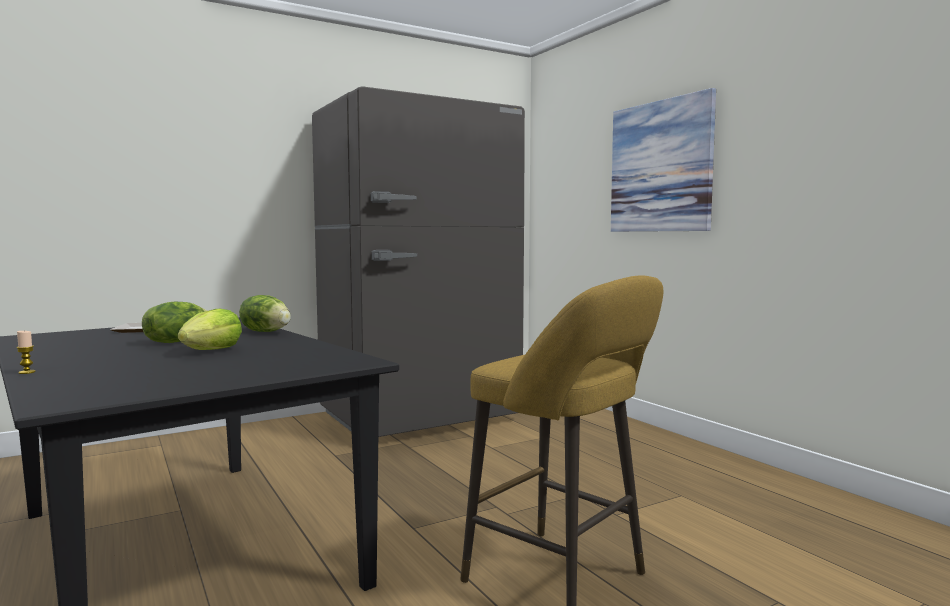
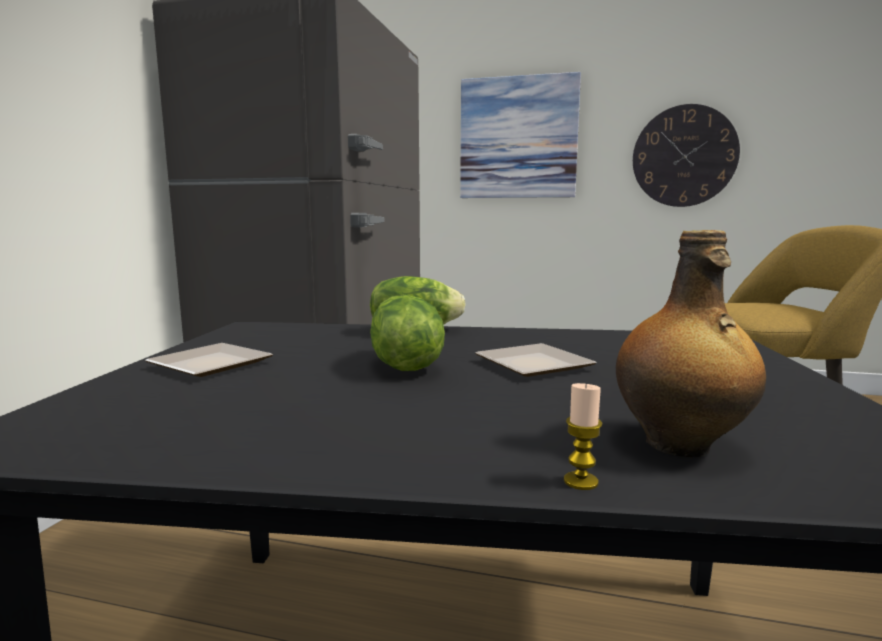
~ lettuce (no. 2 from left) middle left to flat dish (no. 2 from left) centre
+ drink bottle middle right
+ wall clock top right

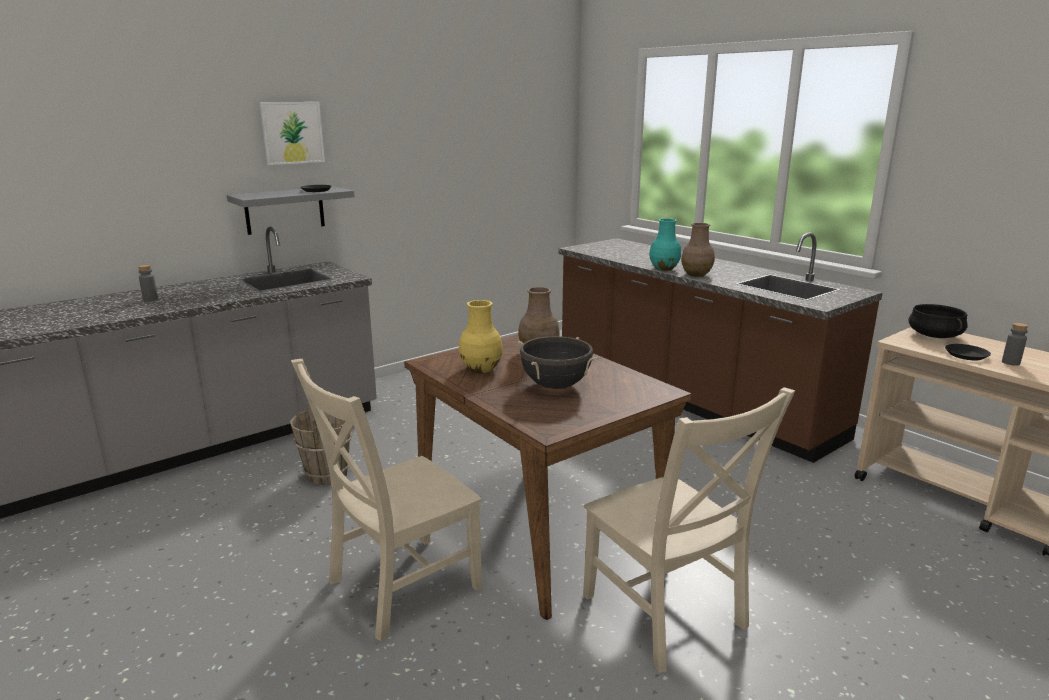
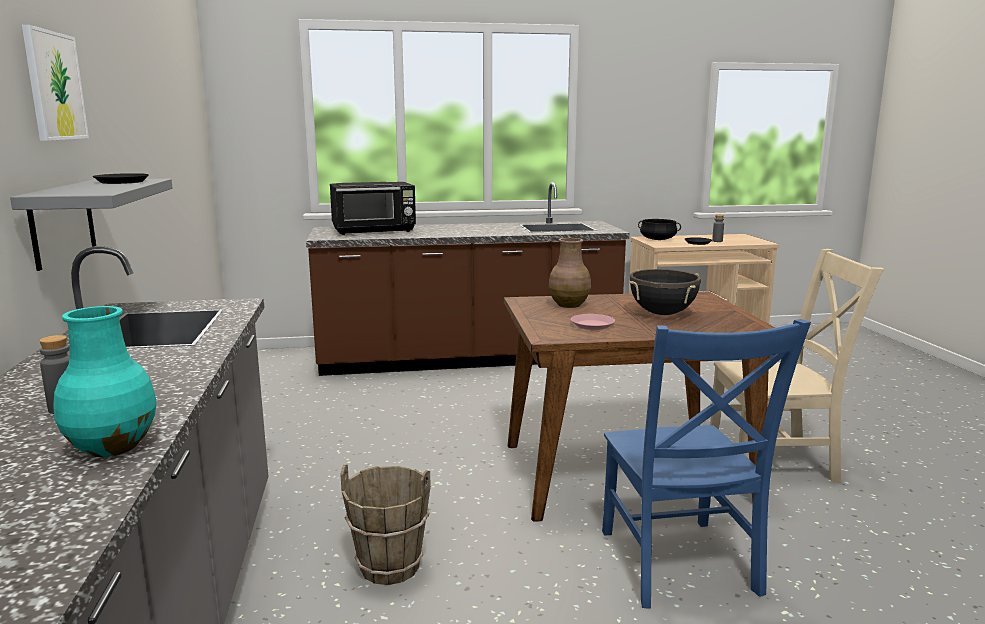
~ beige-coloured plain chair (no. 1 from left) bottom centre to blue plain chair bottom right
~ yellow-coloured decorative vase centre to pink-coloured flat dish centre
~ turquoise decorative vase centre to middle left
- brown-coloured decorative vase (no. 2 from left) centre
+ black kitchen microwave centre

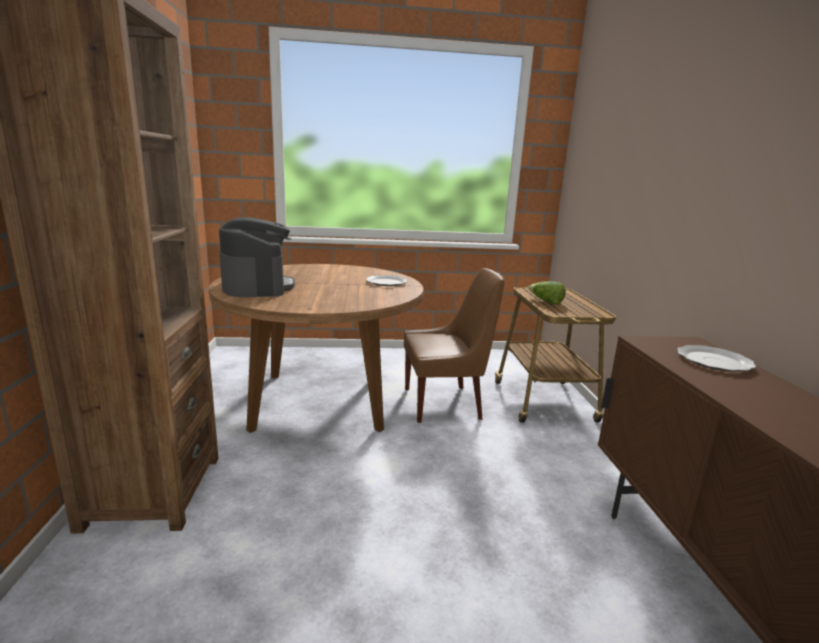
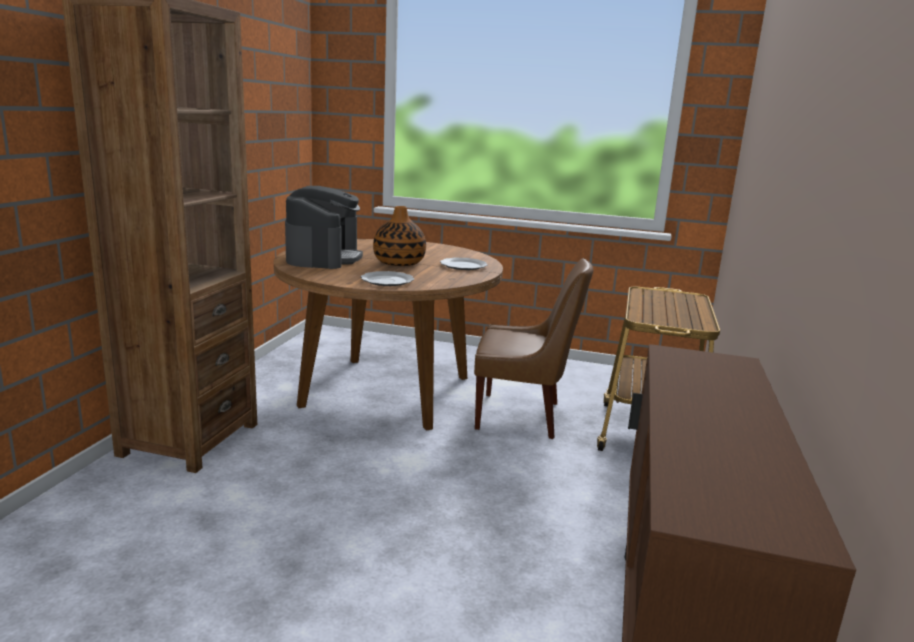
- lettuce middle right
~ flat dish (no. 2 from left in the first image) middle right to flat dish (no. 1 from left) centre
+ decorative vase centre

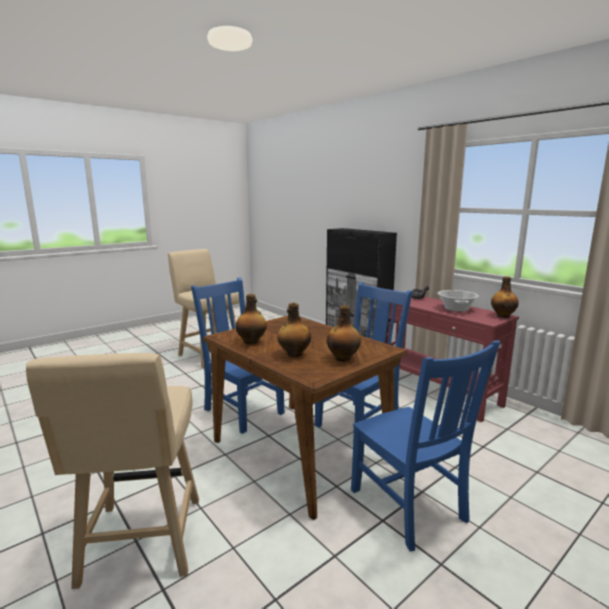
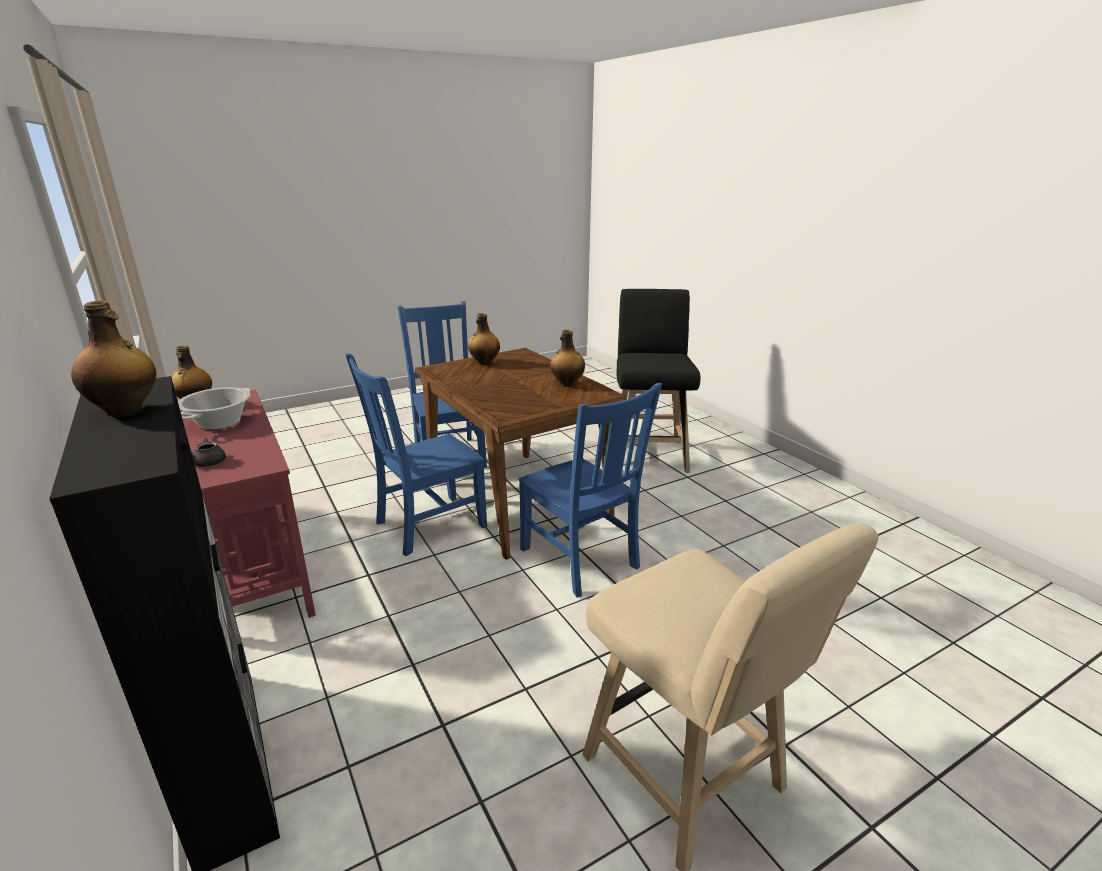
~ beige-coloured sitting stool (no. 1 from left) bottom left to black sitting stool centre
~ drink bottle (no. 2 from left in the first image) centre to drink bottle (no. 1 from left) middle left

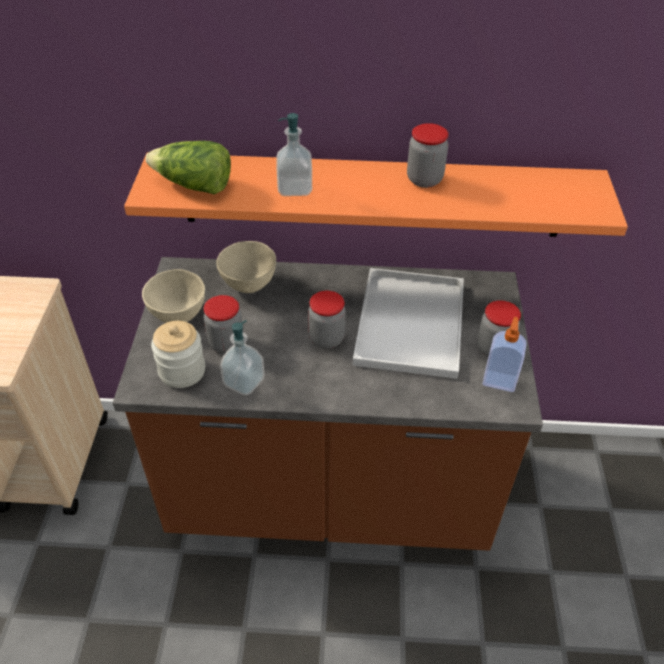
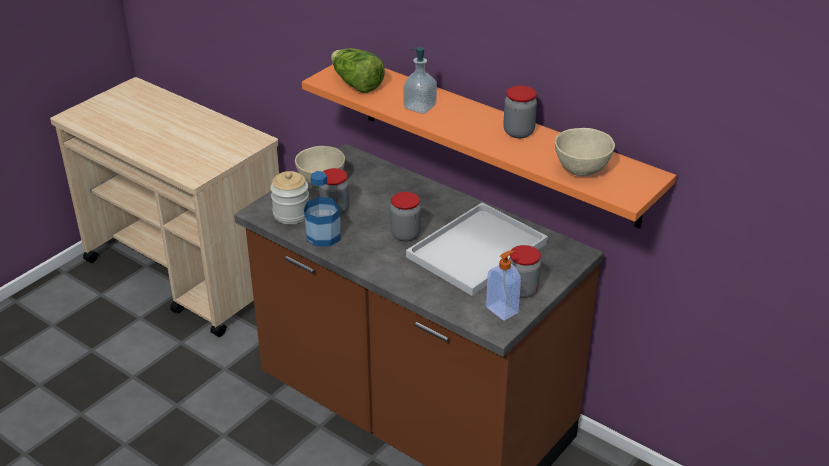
~ beige-coloured deep dish (no. 2 from left) centre to top right
~ liquid soap bottle (no. 1 from left) centre to drink bottle centre

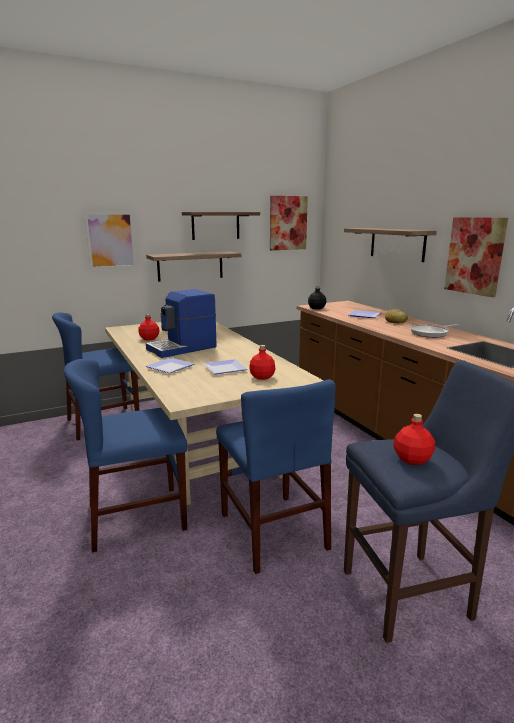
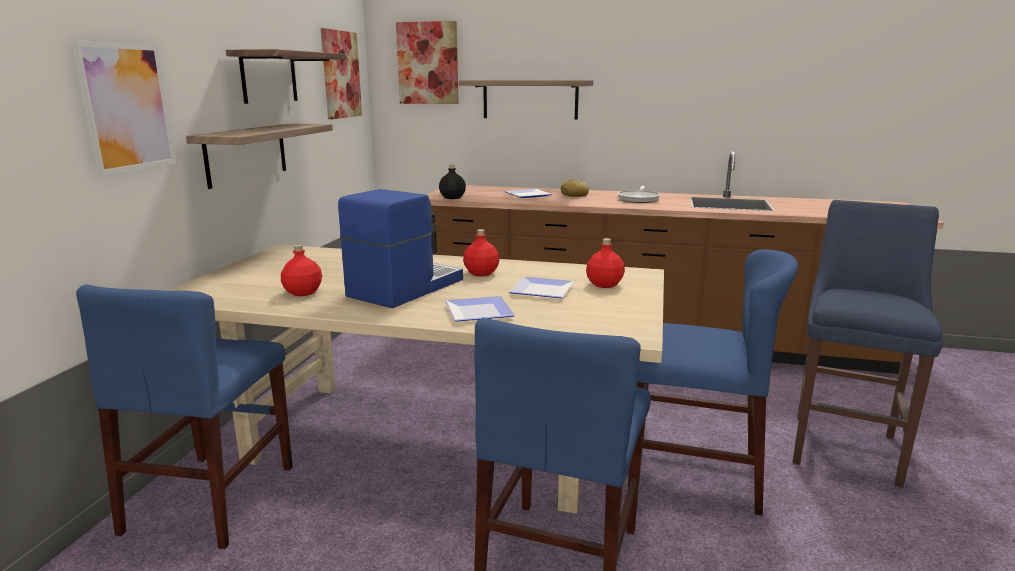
~ coffee brewer centre = centre 150 degrees counterclockwise
~ reddish drink bottle (no. 3 from left in the first image) middle right to reddish drink bottle (no. 2 from left) centre
~ wall picture (no. 3 from left) middle right to top centre

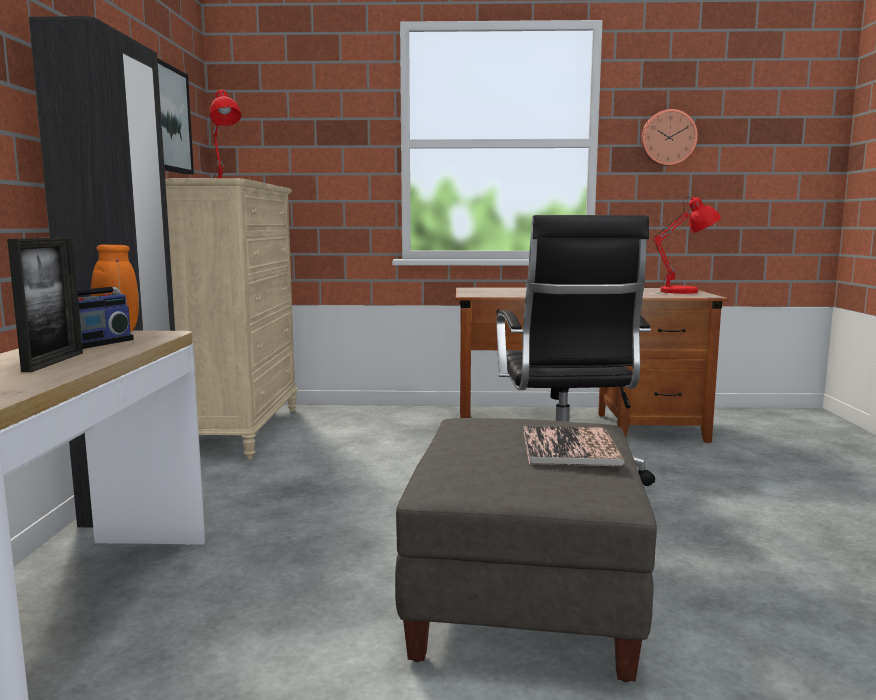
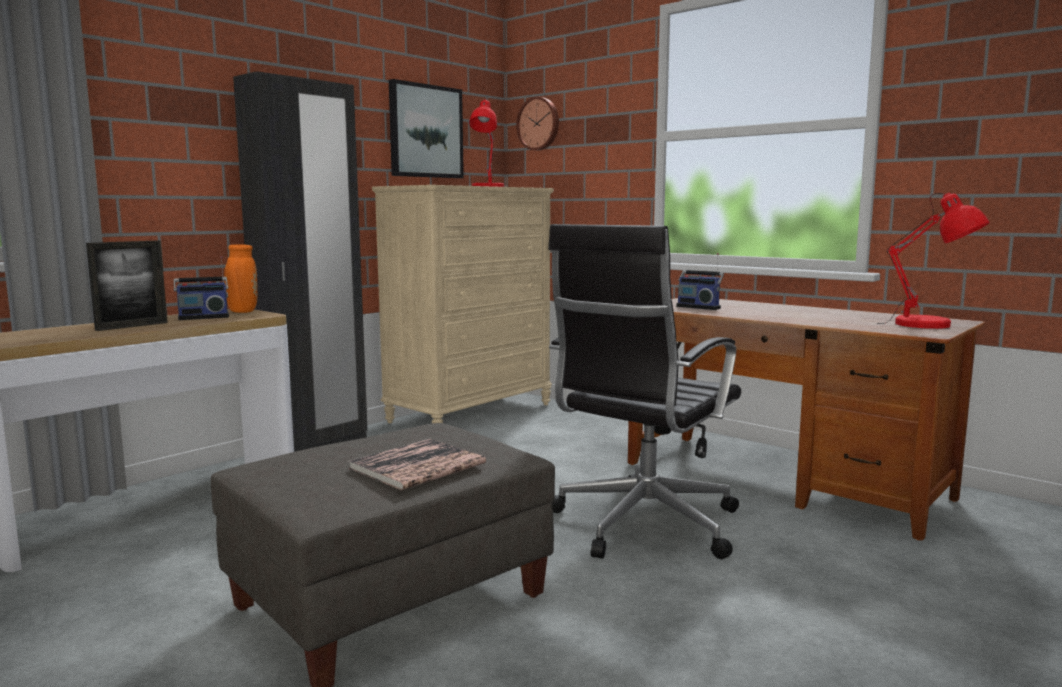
~ wall clock top right to top centre
+ radio set (no. 2 from left) centre

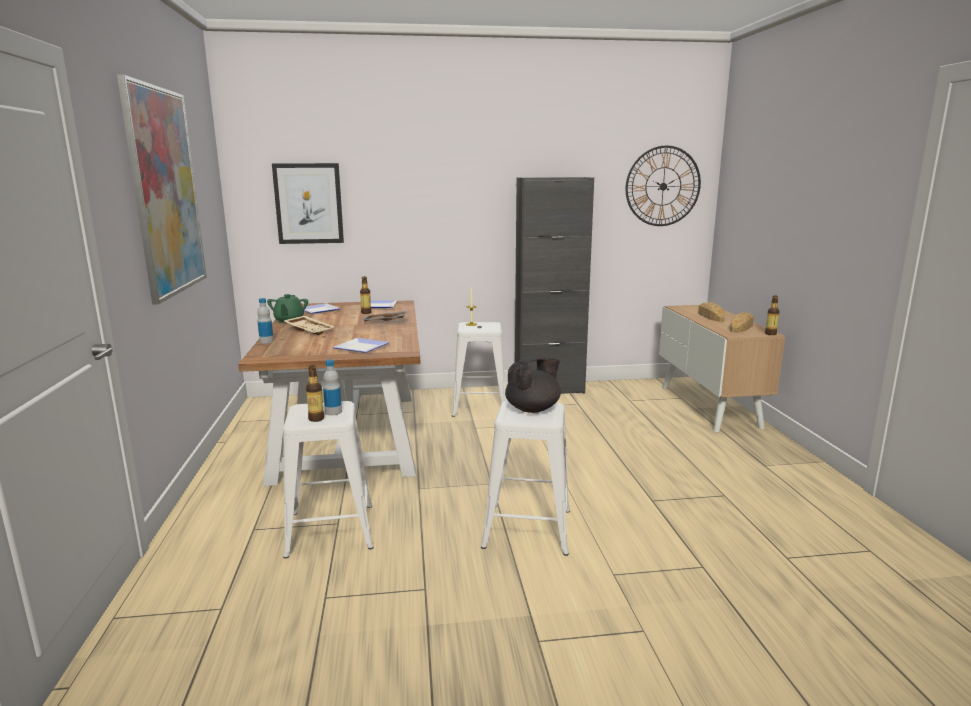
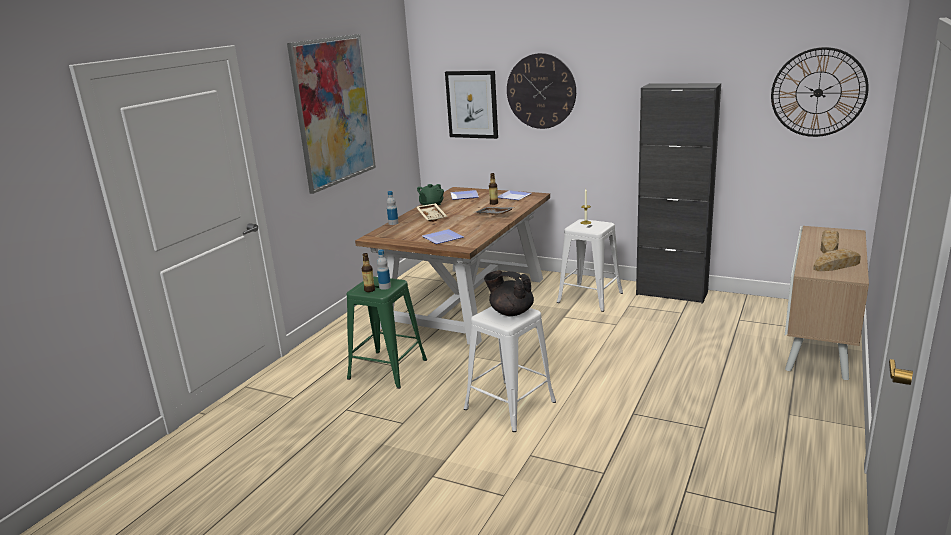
~ white-coloured sitting stool (no. 1 from left) bottom centre to green-coloured sitting stool centre
~ black teapot centre = centre 150 degrees counterclockwise
- drink bottle (no. 5 from left) middle right
+ wall clock (no. 1 from left) top centre

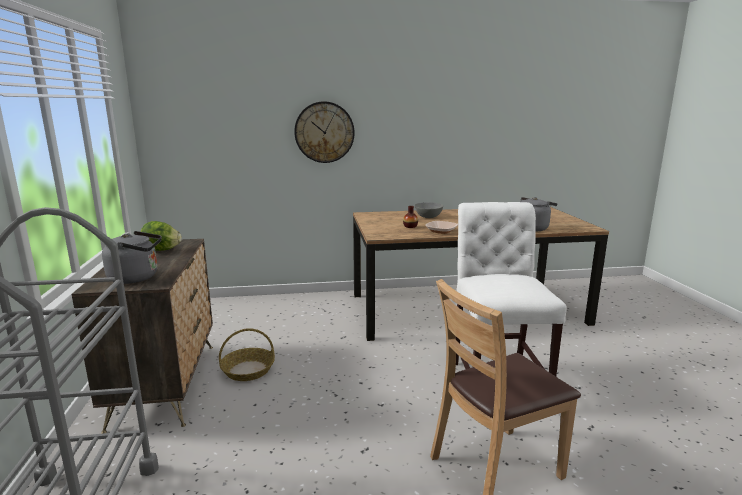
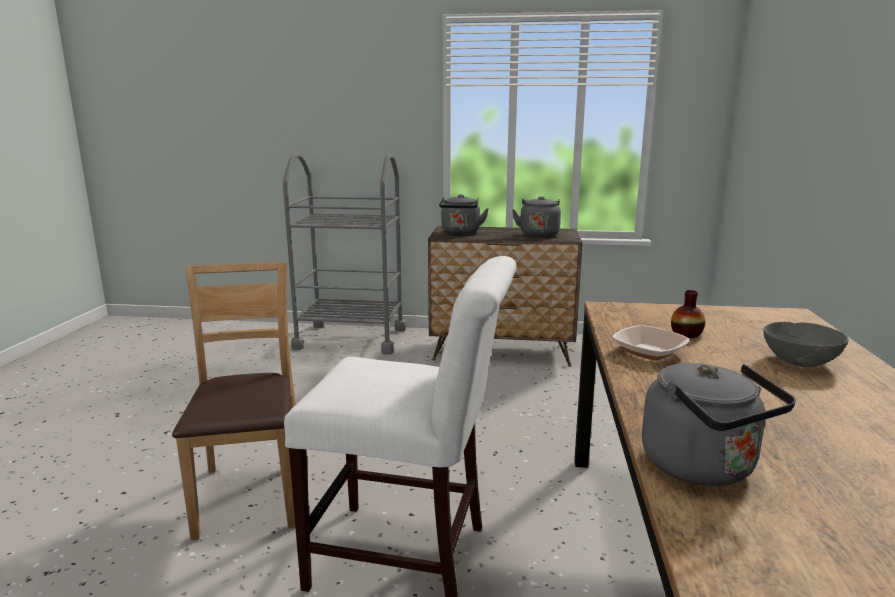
~ lettuce middle left to gray water kettle (no. 2 from left) centre
- basket bottom left
- wall clock top centre

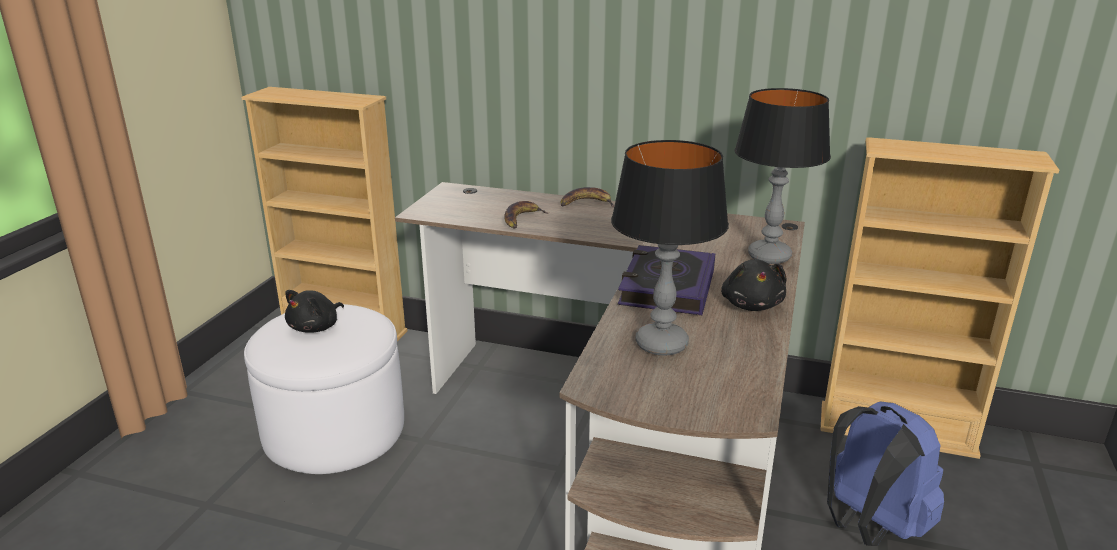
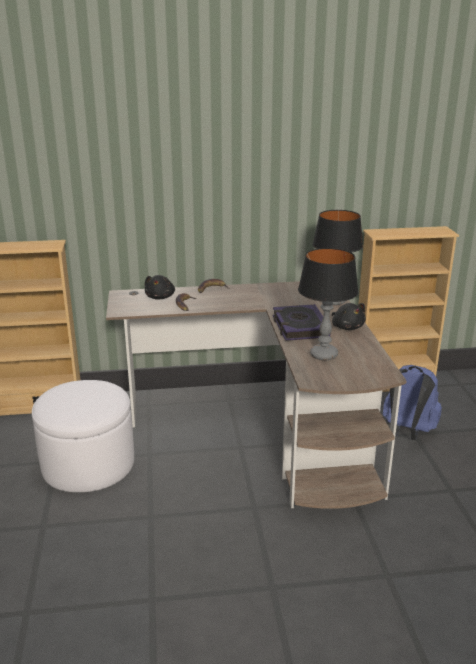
~ black plush toy (no. 1 from left) middle left to centre

